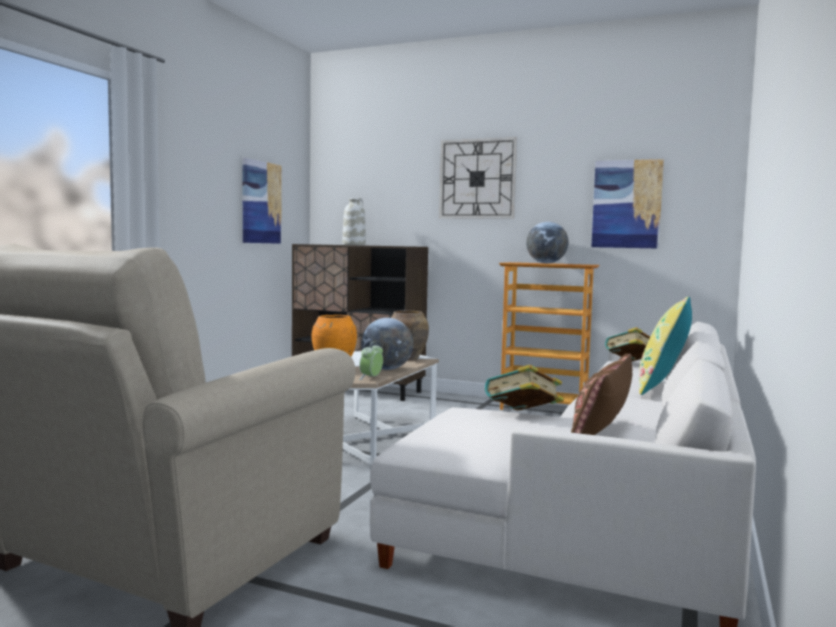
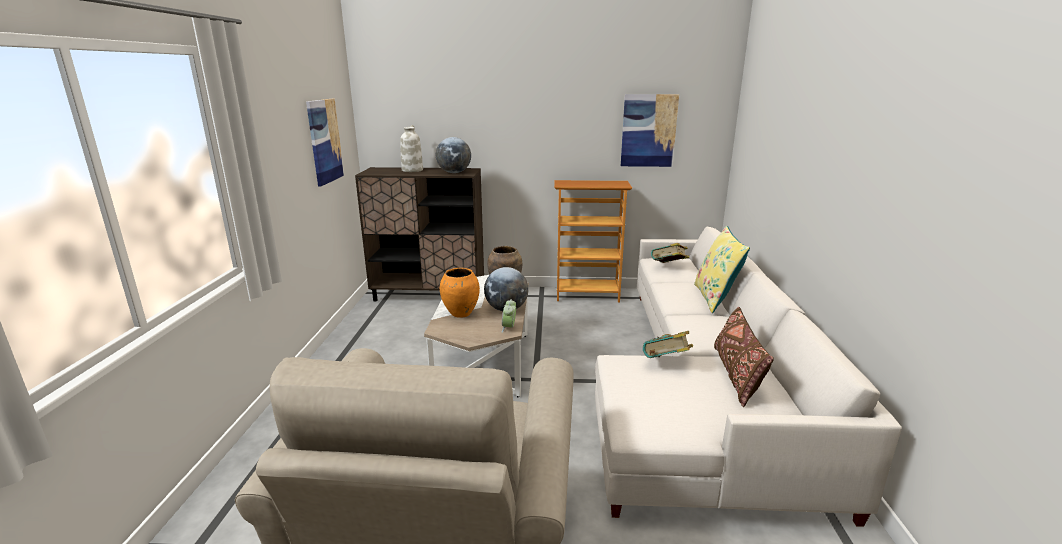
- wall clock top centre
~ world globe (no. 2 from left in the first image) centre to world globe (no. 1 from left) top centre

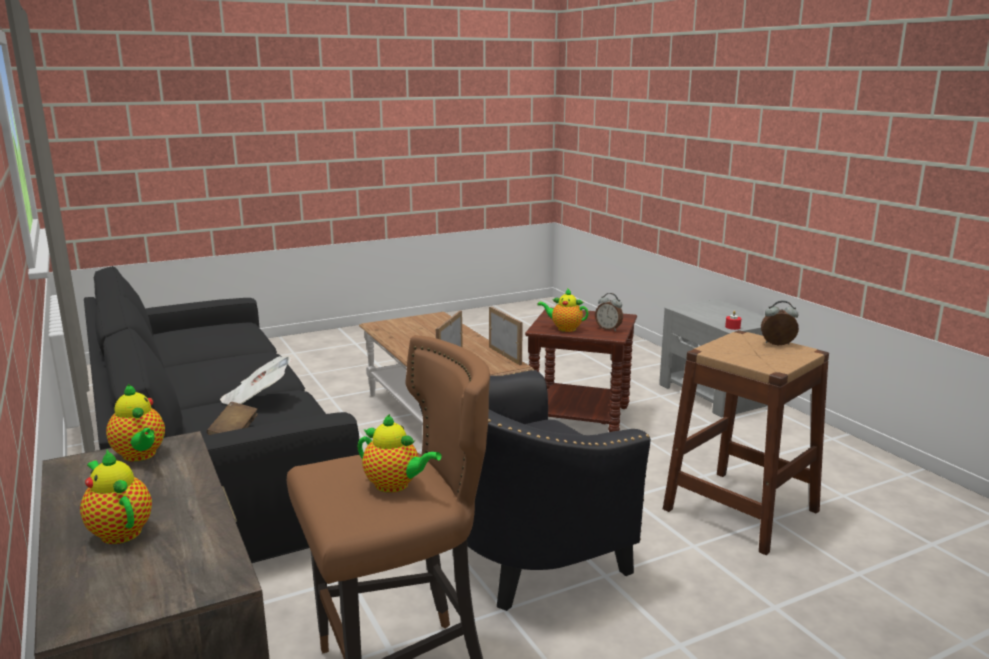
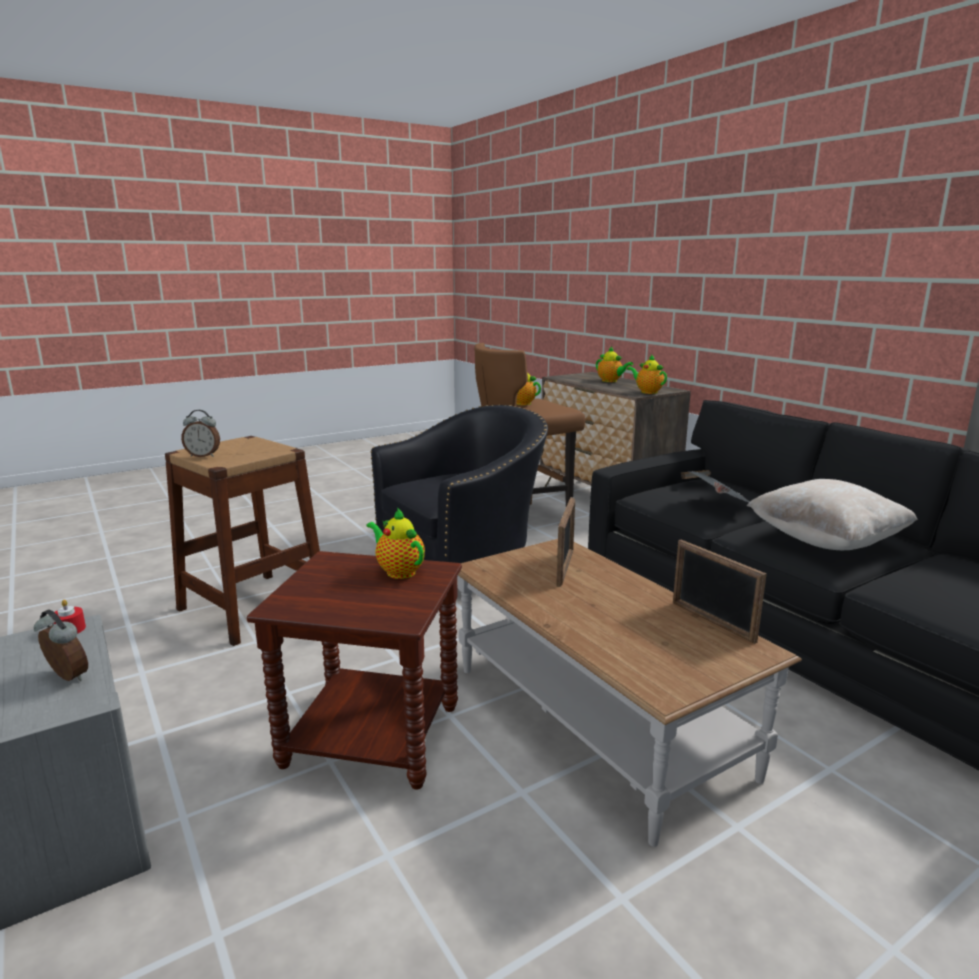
~ photo frame (no. 2 from left) centre to middle right
~ teapot (no. 4 from left in the first image) centre = centre 150 degrees counterclockwise
~ table clock (no. 1 from left) centre to middle left
+ beige-coloured pillow middle right

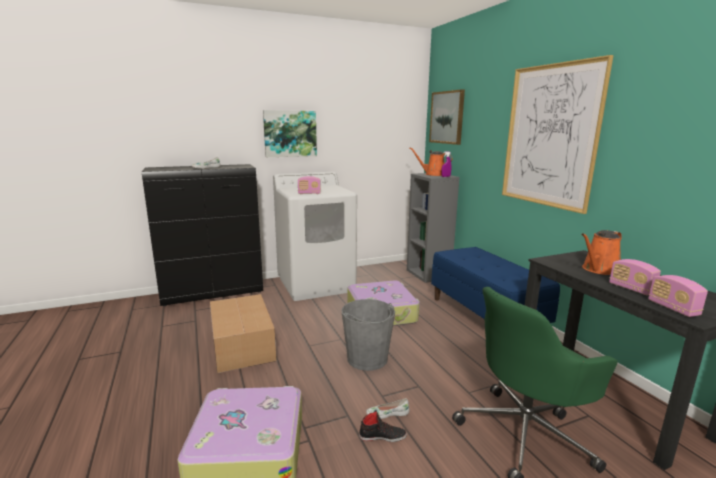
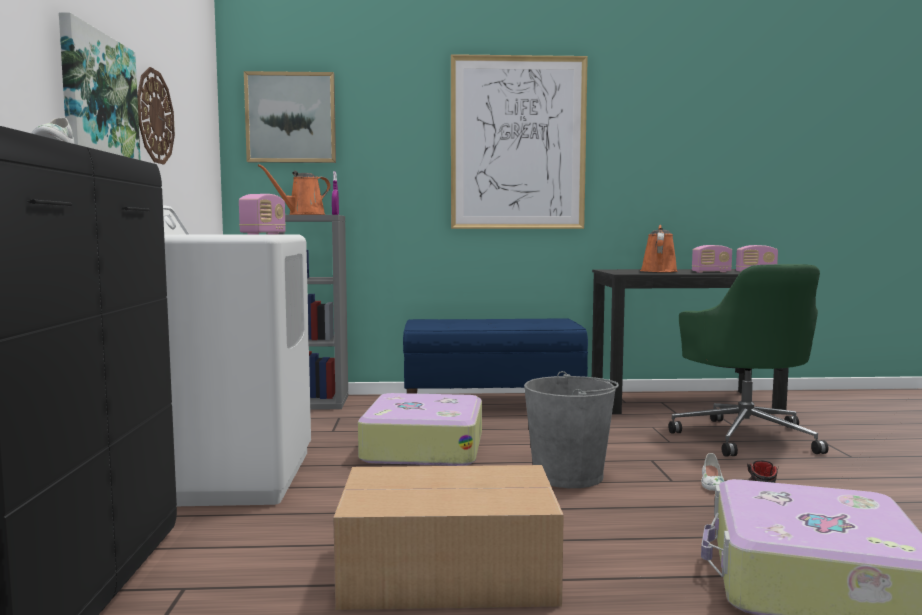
~ orangey watering pot (no. 2 from left) middle right = middle right 150 degrees counterclockwise
+ wall clock top left

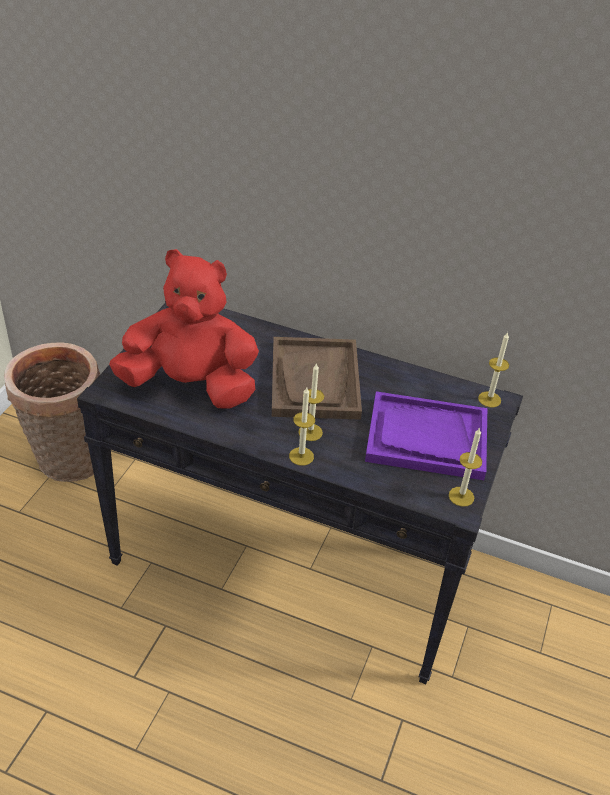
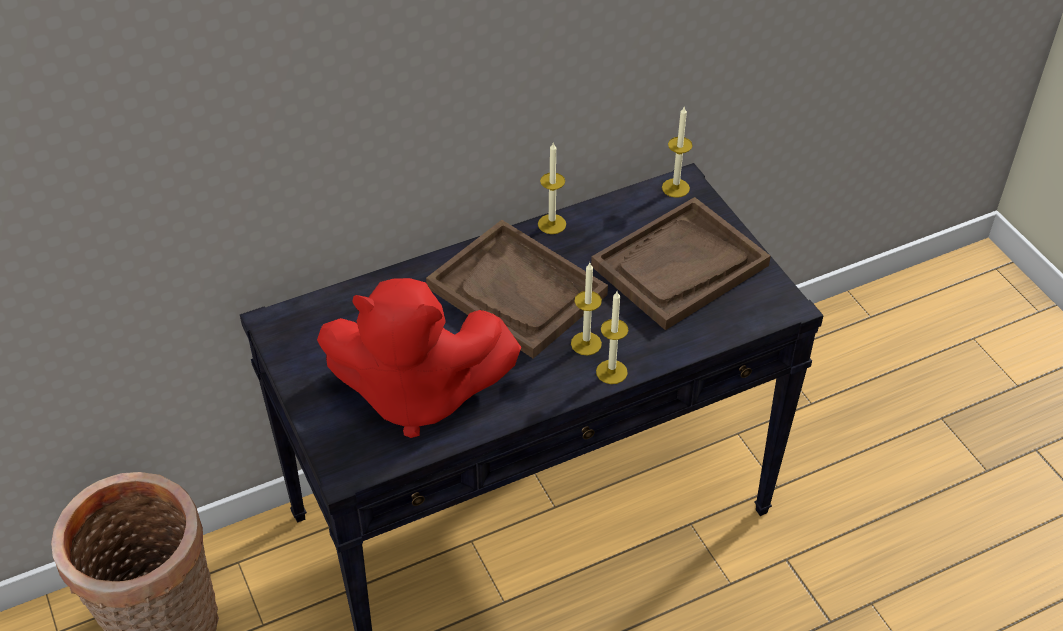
~ reddish plush toy middle left = centre 135 degrees counterclockwise
~ purple carrying tray middle right to brown-coloured carrying tray (no. 2 from left) centre
~ wax light (no. 3 from left in the first image) middle right to wax light (no. 1 from left) top centre

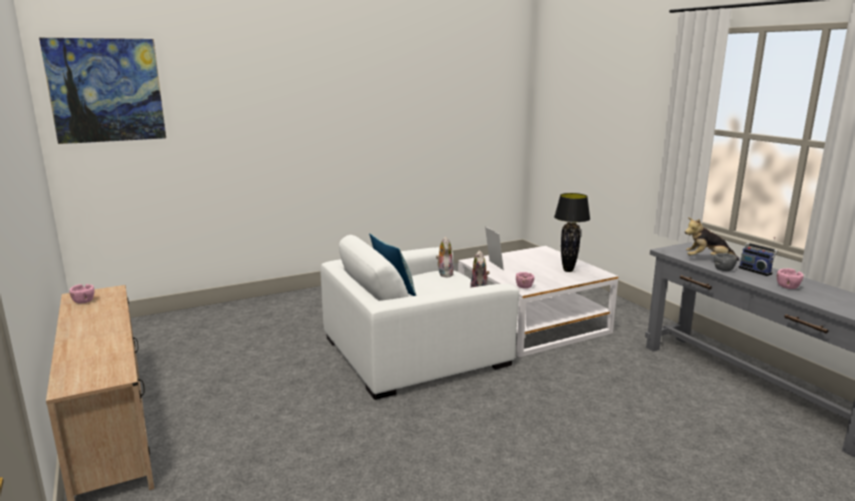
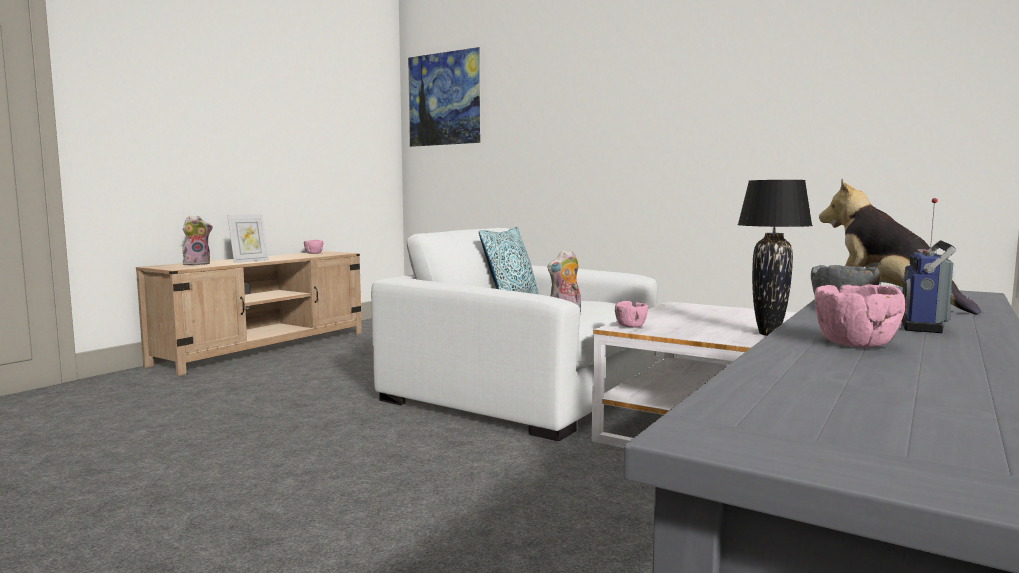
~ plush toy (no. 1 from left) centre to middle left
~ photo frame centre to middle left

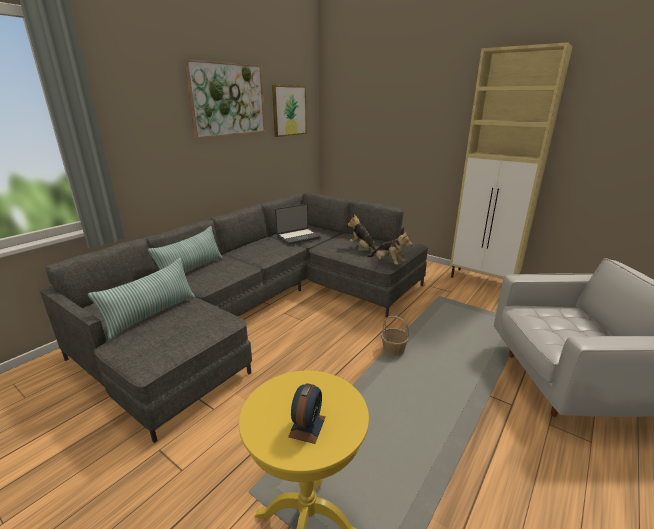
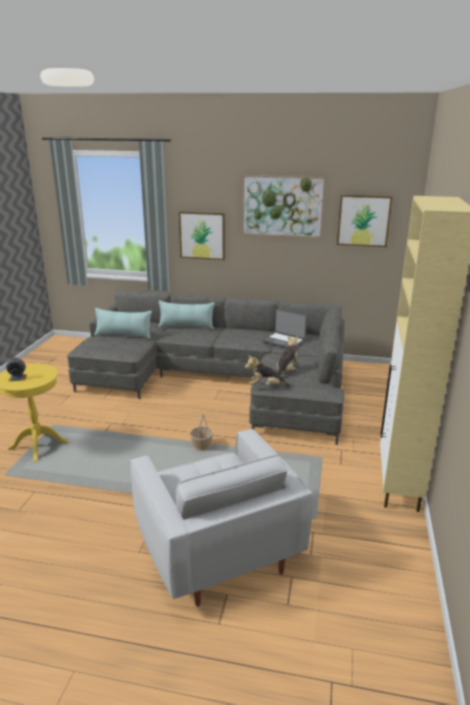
~ plush toy (no. 2 from left in the first image) centre = centre 75 degrees clockwise
+ wall picture (no. 1 from left) centre

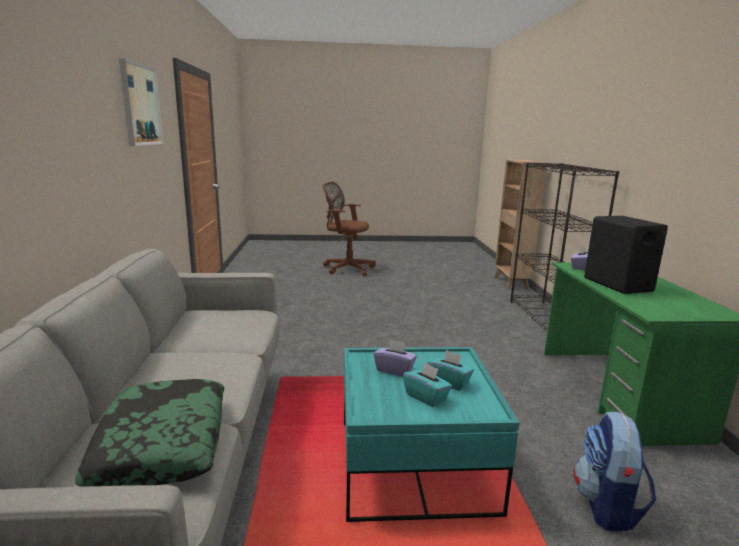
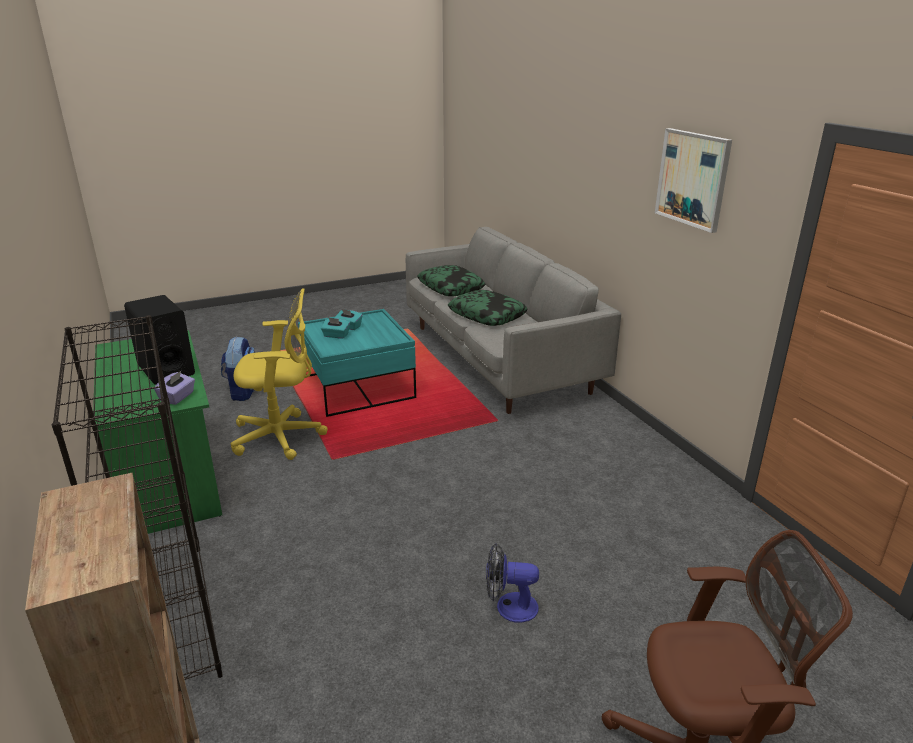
- purple box of tissues (no. 1 from left) centre
+ yellow-coloured desk chair middle left
+ pillow (no. 2 from left) centre
+ cooling fan bottom centre

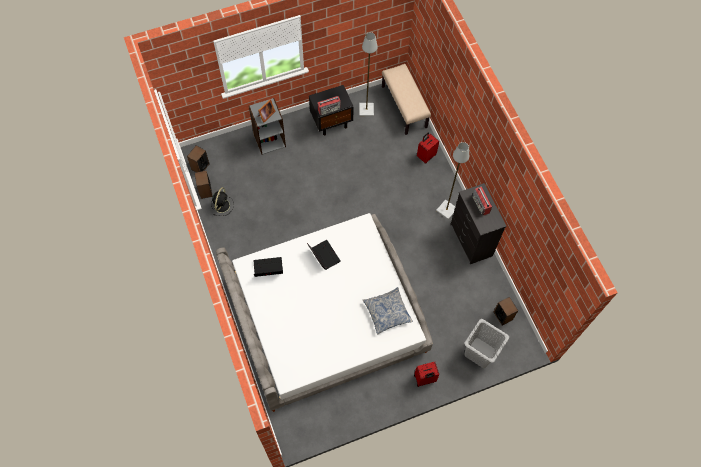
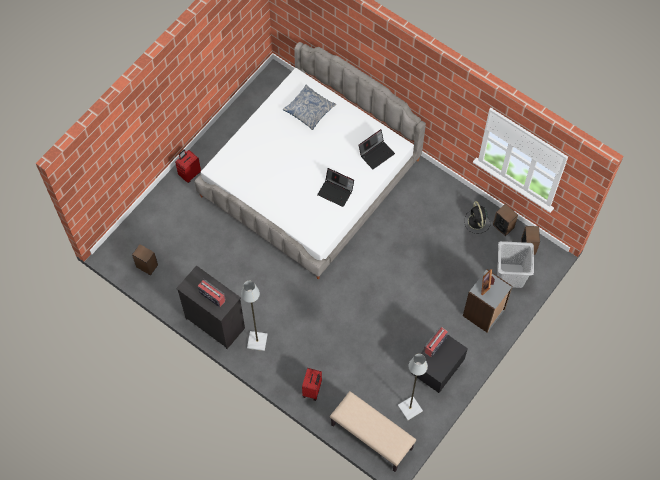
~ pillow centre to top centre
~ gray laundry basket bottom right to middle right

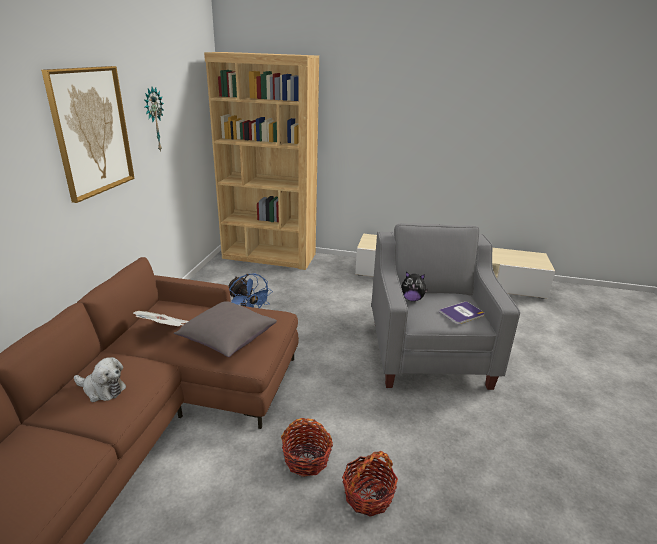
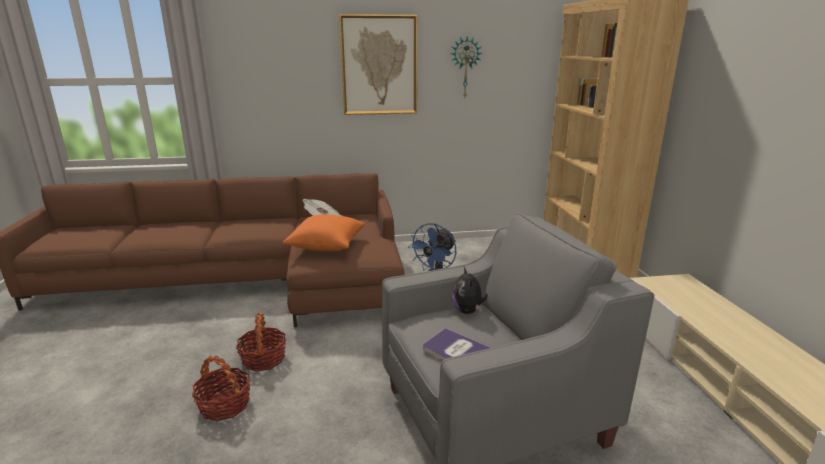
- plush toy (no. 1 from left) bottom left
~ gray pillow centre to orangey pillow centre

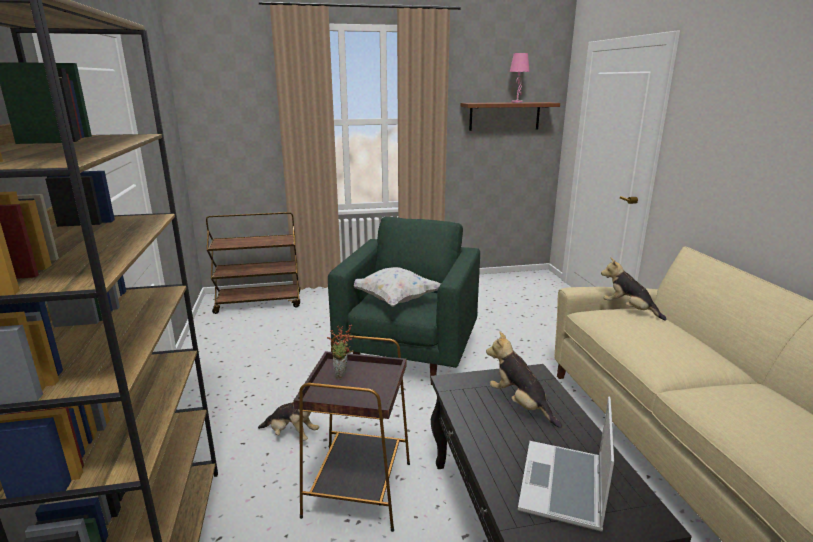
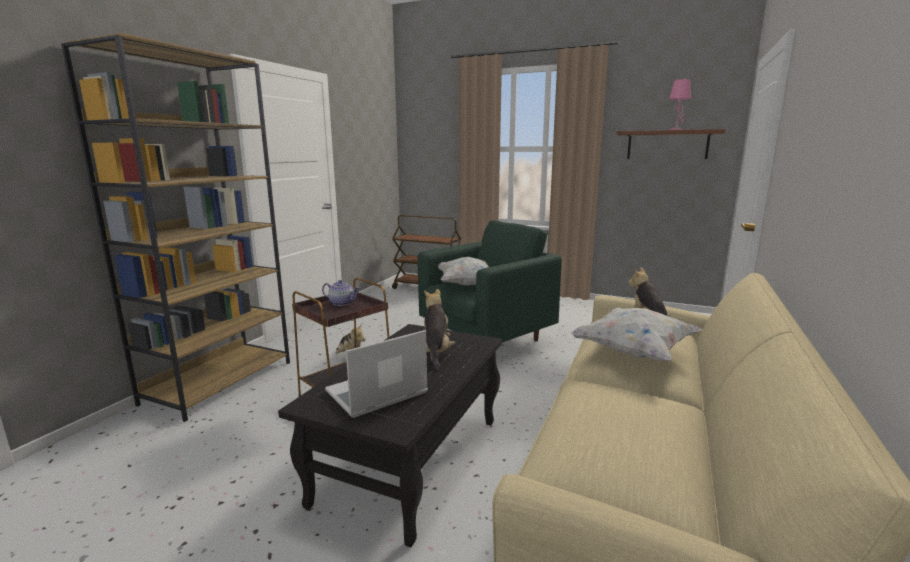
~ houseplant centre to teapot centre
+ white-coloured pillow (no. 2 from left) middle right

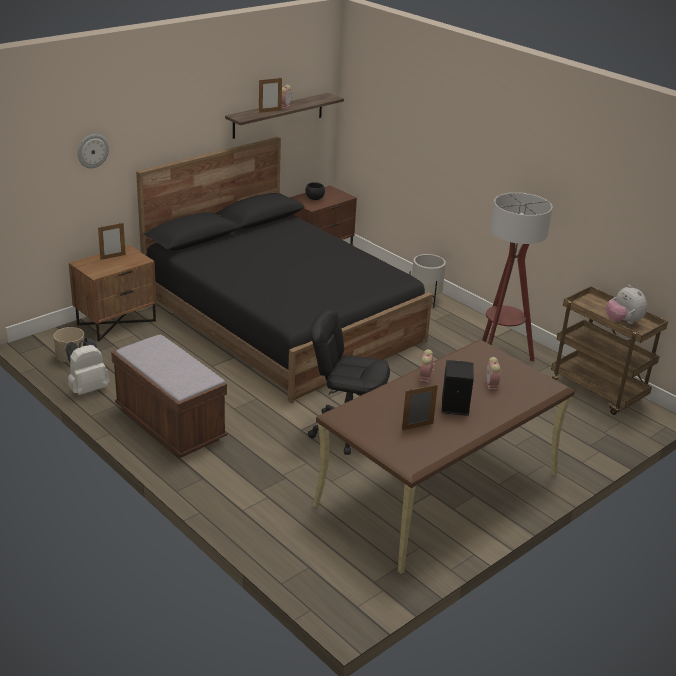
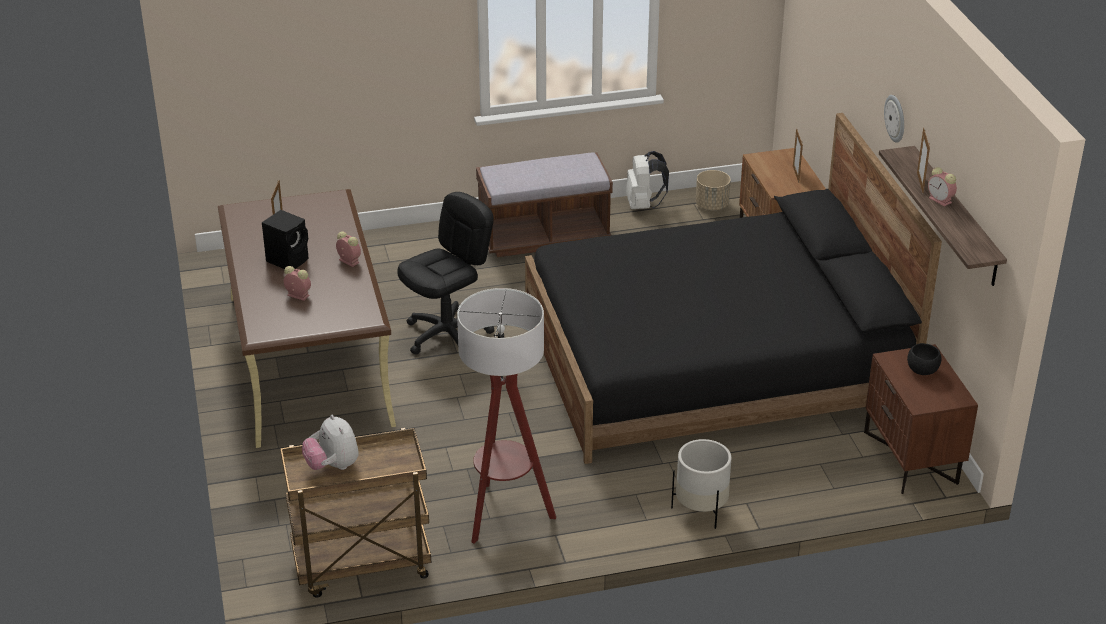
~ wall clock top left to top right
~ plush toy middle right = bottom left 120 degrees counterclockwise

